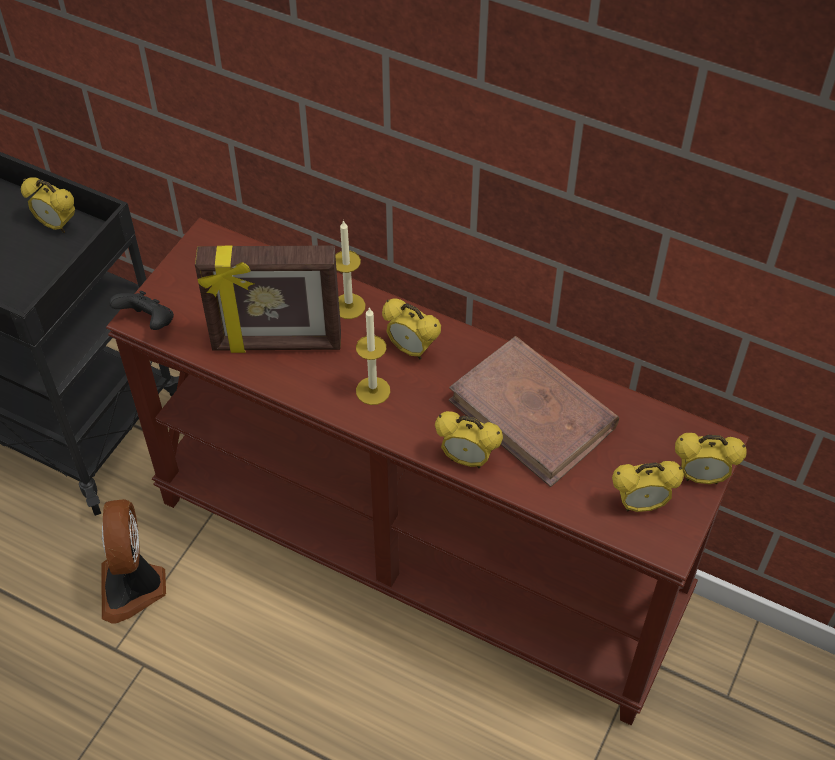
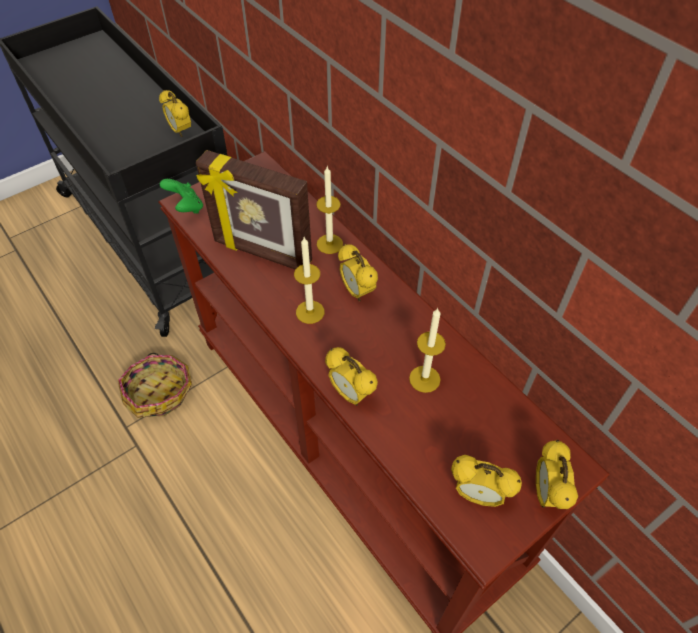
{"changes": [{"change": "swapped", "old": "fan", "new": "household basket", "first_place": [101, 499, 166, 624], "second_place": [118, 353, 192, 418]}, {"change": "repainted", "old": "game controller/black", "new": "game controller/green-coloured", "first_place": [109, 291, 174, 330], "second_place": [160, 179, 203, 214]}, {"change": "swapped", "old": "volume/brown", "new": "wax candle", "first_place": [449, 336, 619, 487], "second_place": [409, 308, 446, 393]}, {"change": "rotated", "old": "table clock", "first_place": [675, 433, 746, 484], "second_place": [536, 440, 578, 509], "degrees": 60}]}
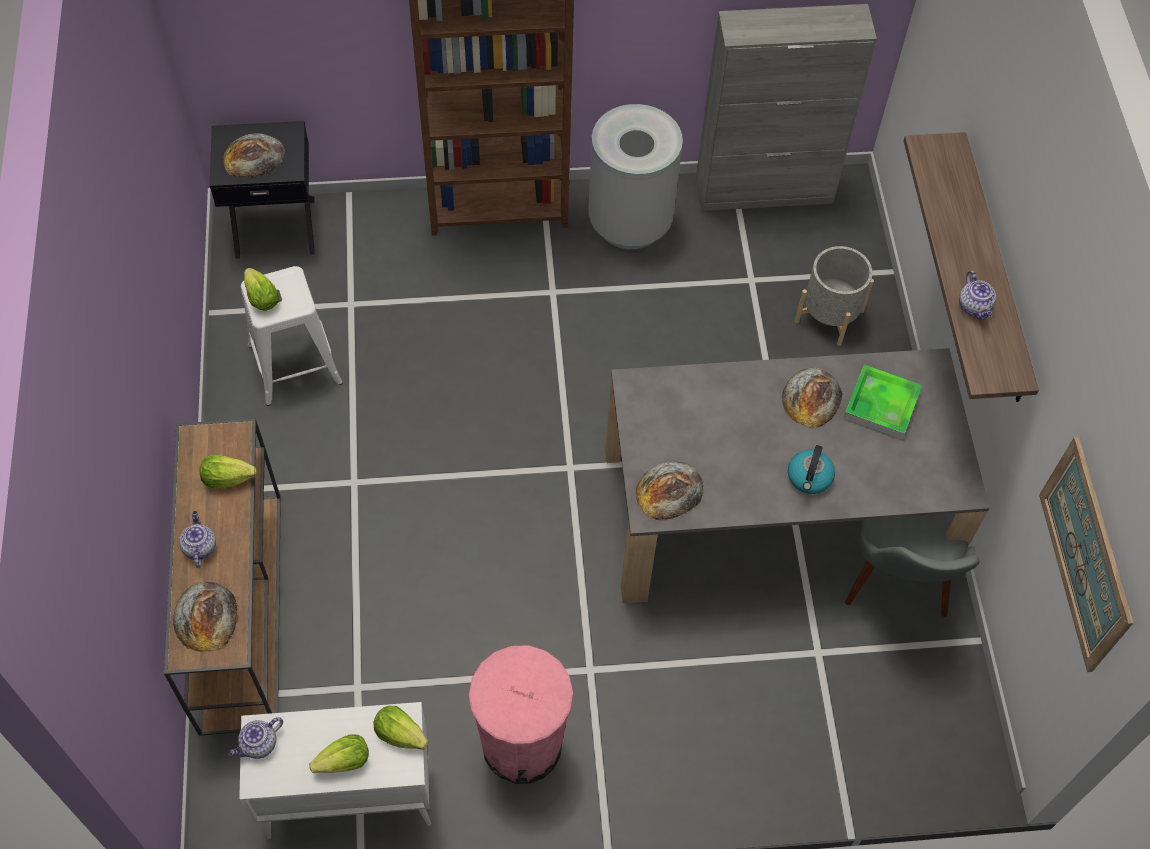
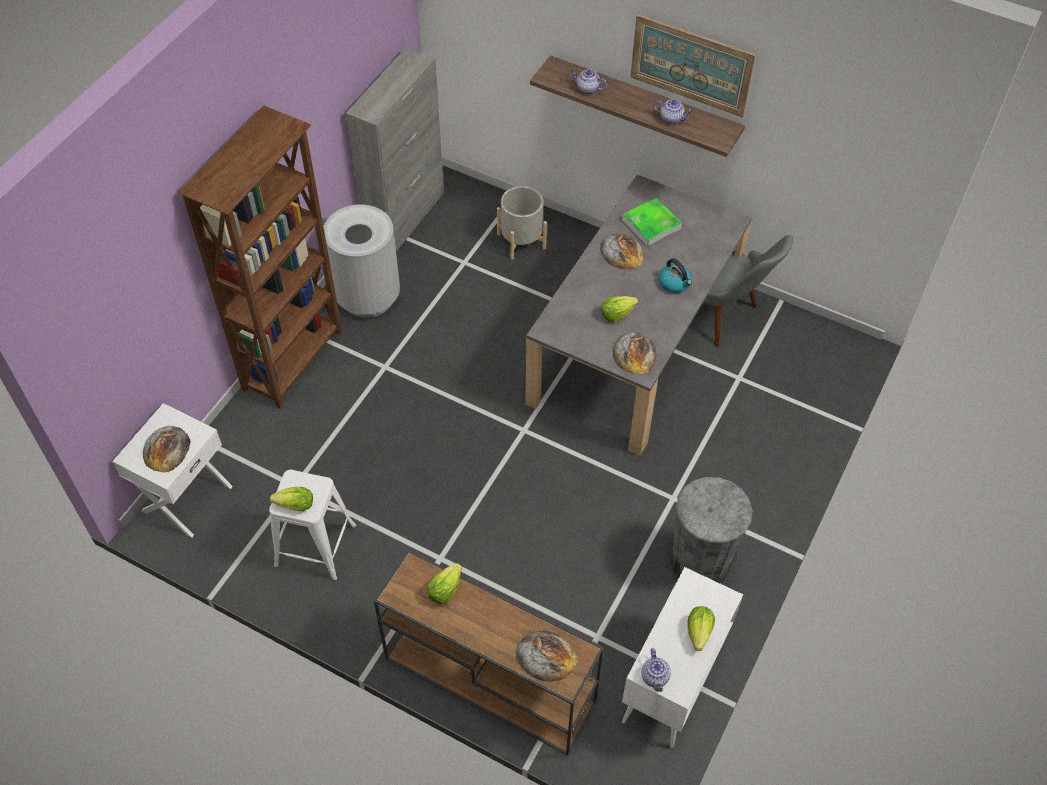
{"changes": [{"change": "repainted", "old": "bedside table/black", "new": "bedside table/whitish", "first_place": [209, 121, 314, 259], "second_place": [112, 403, 233, 538]}, {"change": "shifted", "old": "teapot", "first_place": [179, 511, 216, 568], "second_place": [571, 69, 607, 95]}, {"change": "shifted", "old": "lettuce head", "first_place": [373, 706, 428, 750], "second_place": [601, 296, 638, 322]}, {"change": "shifted", "old": "wall picture", "first_place": [1039, 437, 1133, 672], "second_place": [630, 14, 756, 117]}, {"change": "repainted", "old": "waste bin/pink", "new": "waste bin/greyish", "first_place": [469, 645, 573, 784], "second_place": [671, 477, 753, 584]}]}
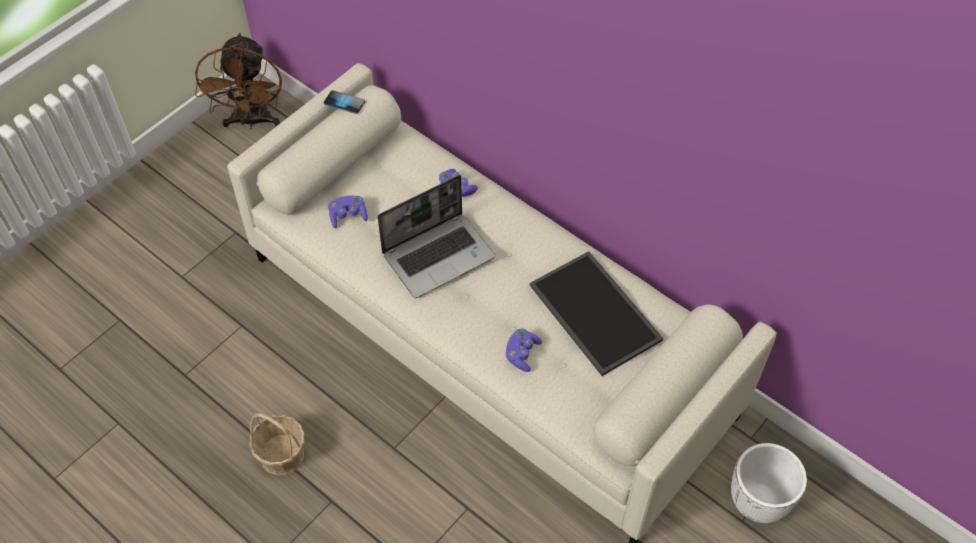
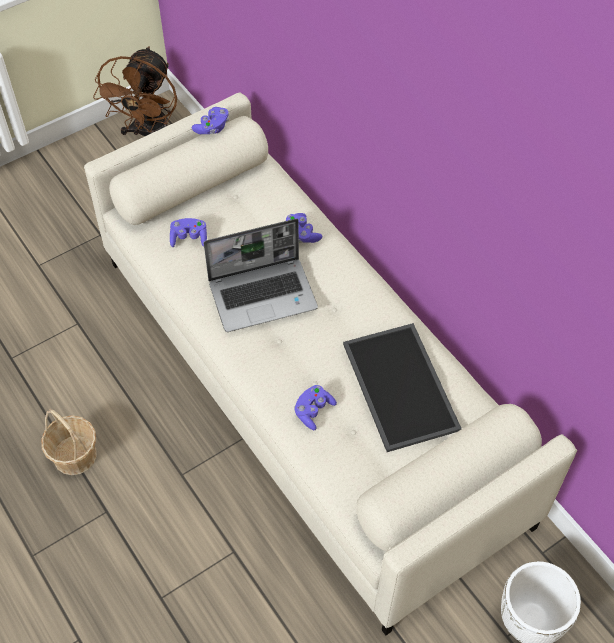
{"changes": [{"change": "swapped", "old": "phone", "new": "game controller/purplish", "first_place": [324, 90, 365, 114], "second_place": [192, 107, 229, 134]}]}
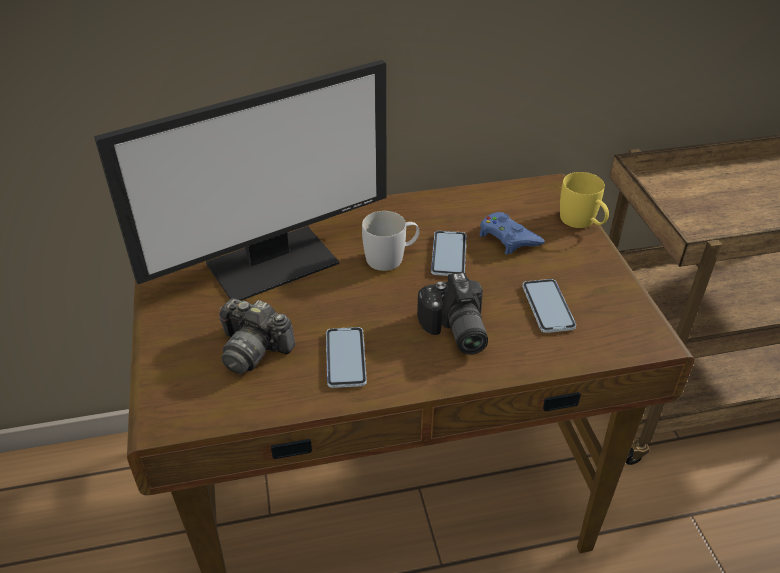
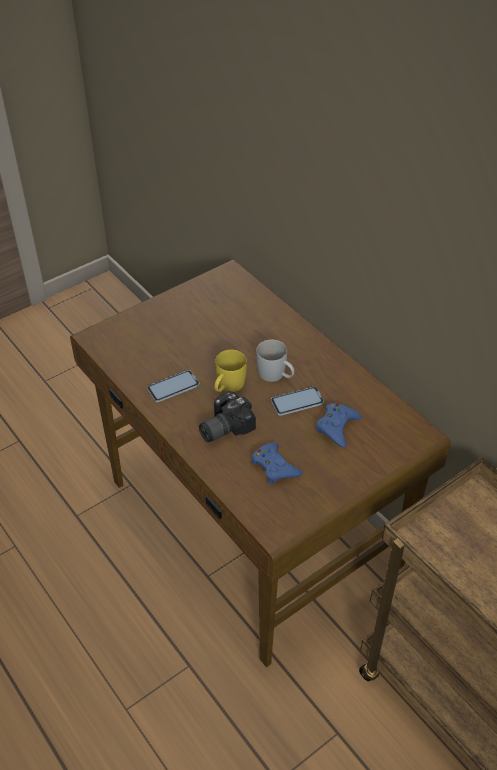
{"changes": [{"change": "shifted", "old": "tea mug/yellowish", "first_place": [560, 172, 609, 228], "second_place": [215, 350, 247, 392]}, {"change": "swapped", "old": "phone", "new": "game controller/blue-coloured", "first_place": [522, 279, 576, 333], "second_place": [252, 442, 303, 484]}, {"change": "gone", "old": "computer screen", "first_place": [94, 60, 387, 301]}, {"change": "gone", "old": "still camera", "first_place": [219, 298, 296, 374]}]}
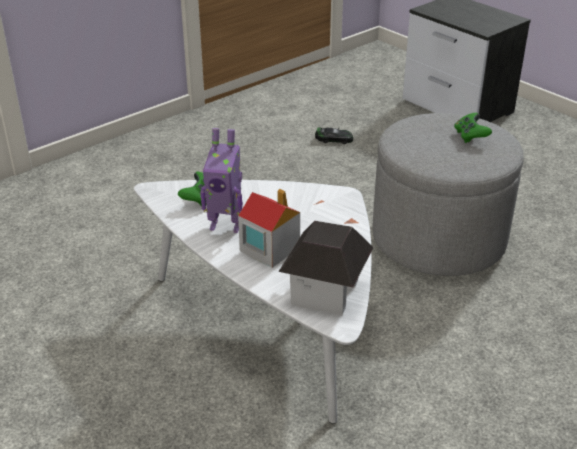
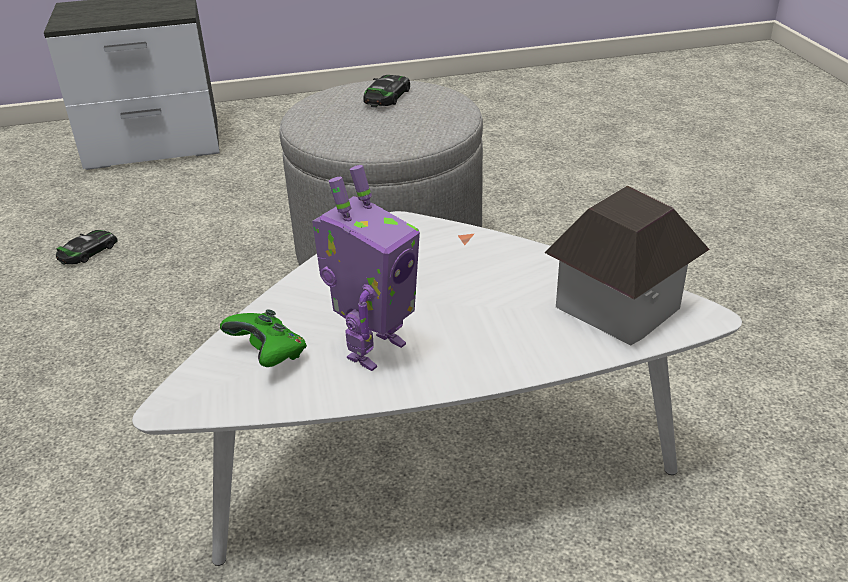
{"changes": [{"change": "swapped", "old": "game controller/green-coloured", "new": "toy car", "first_place": [454, 113, 492, 143], "second_place": [363, 75, 410, 108]}, {"change": "gone", "old": "model house", "first_place": [238, 189, 300, 268]}]}
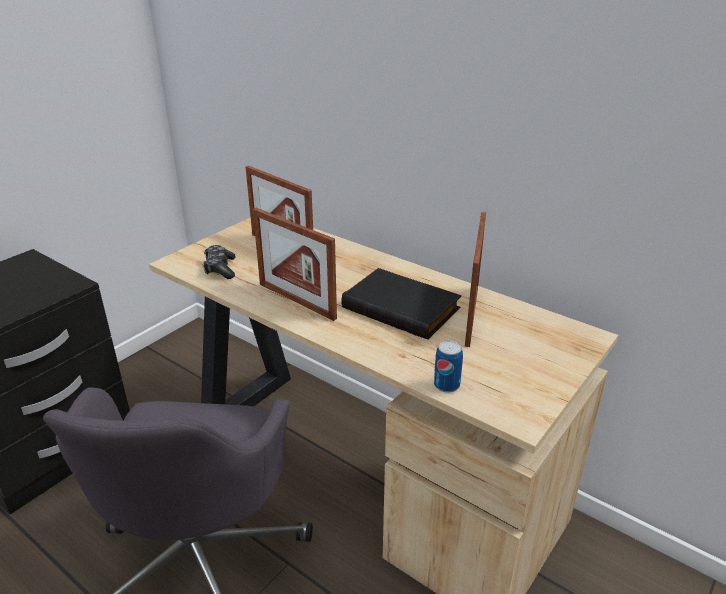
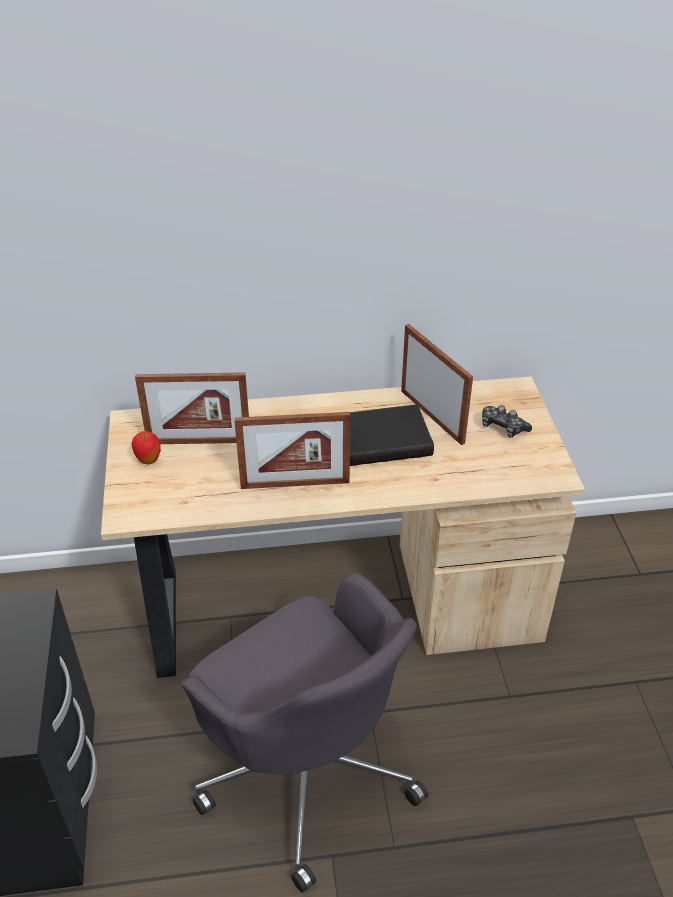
{"changes": [{"change": "new", "new": "apple fruit", "second_place": [131, 431, 161, 465]}, {"change": "shifted", "old": "game controller", "first_place": [202, 245, 236, 279], "second_place": [482, 405, 532, 438]}, {"change": "gone", "old": "can", "first_place": [434, 340, 463, 393]}]}
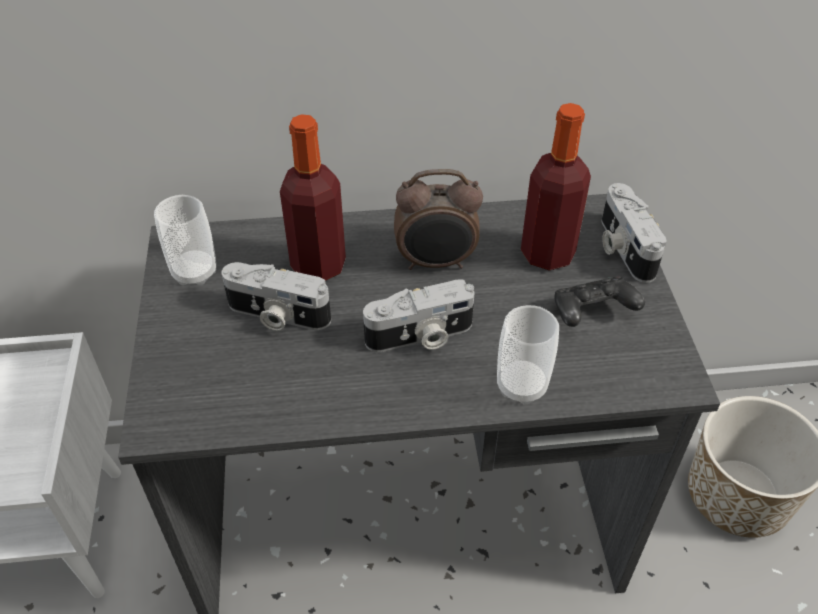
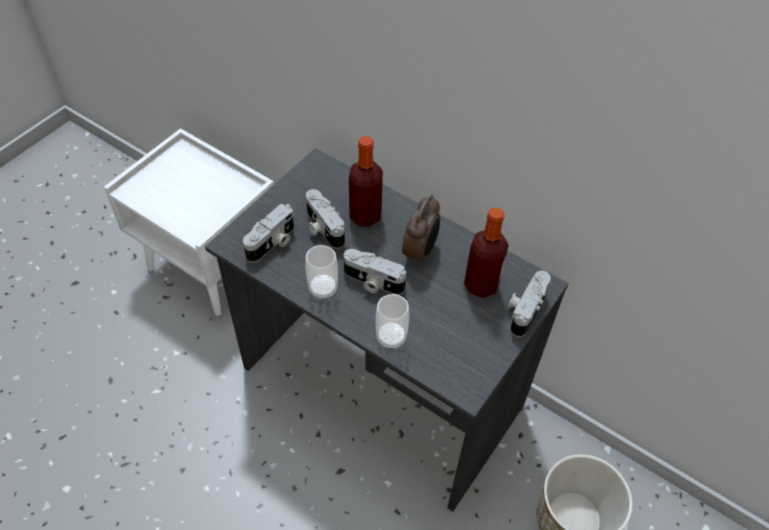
{"changes": [{"change": "new", "new": "still camera", "second_place": [243, 204, 294, 263]}, {"change": "shifted", "old": "small cup", "first_place": [154, 195, 216, 285], "second_place": [305, 245, 338, 299]}, {"change": "rotated", "old": "table clock", "first_place": [394, 169, 483, 270], "second_place": [402, 195, 440, 266], "degrees": -105}, {"change": "gone", "old": "game controller/black", "first_place": [554, 276, 645, 327]}]}
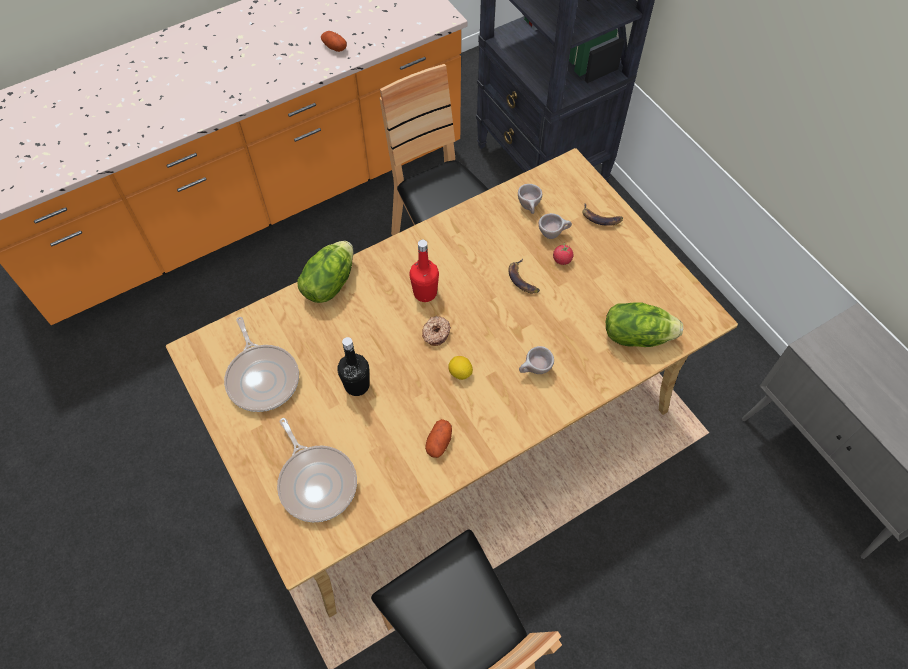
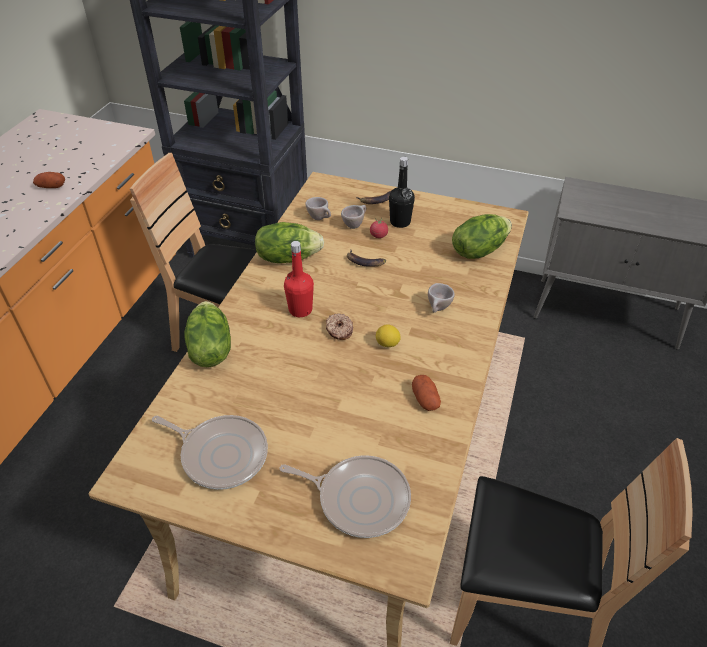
{"changes": [{"change": "new", "new": "lettuce head", "second_place": [255, 222, 324, 263]}, {"change": "shifted", "old": "drink bottle/black", "first_place": [338, 337, 370, 396], "second_place": [389, 157, 415, 228]}]}
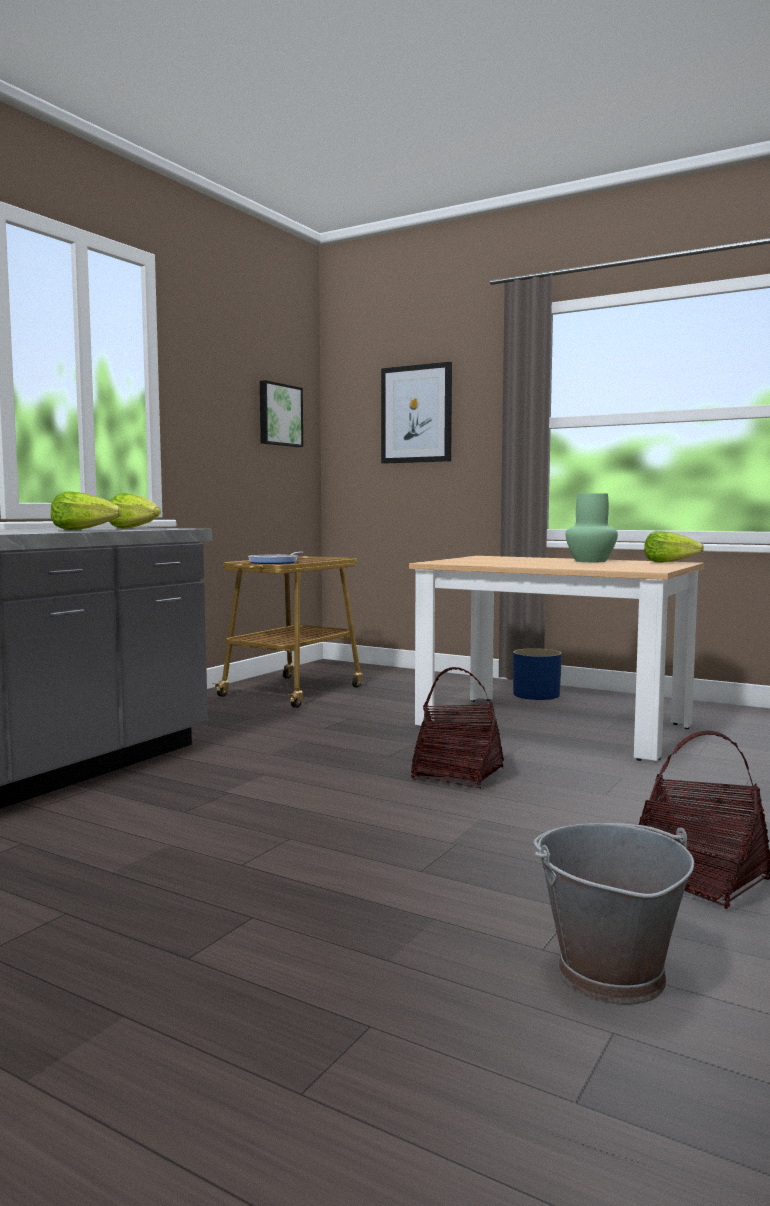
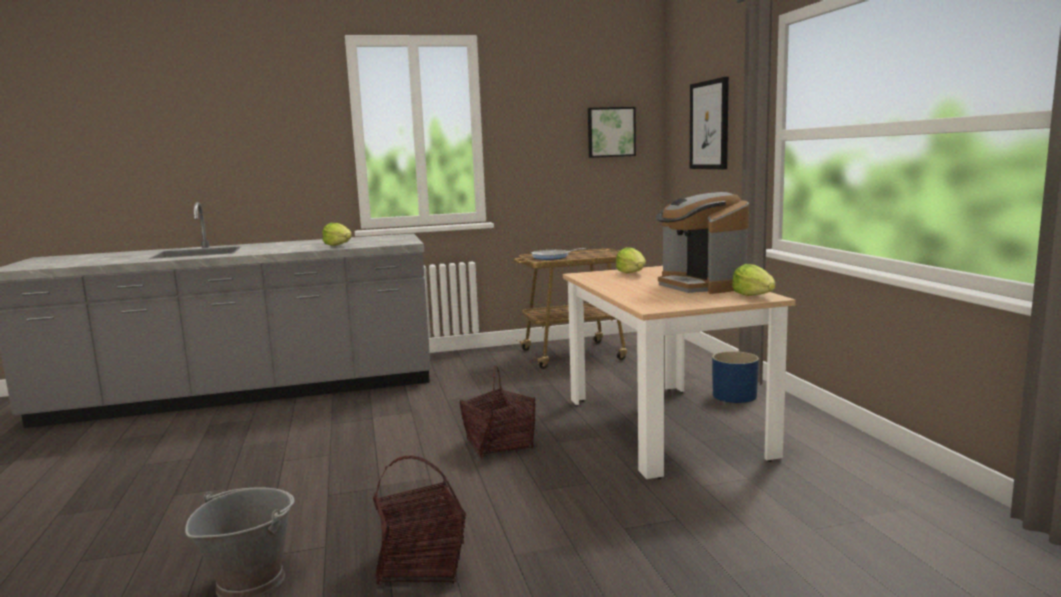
{"changes": [{"change": "shifted", "old": "lettuce head", "first_place": [109, 493, 161, 529], "second_place": [616, 247, 646, 273]}, {"change": "swapped", "old": "flower vase/green-coloured", "new": "coffee maker", "first_place": [566, 493, 618, 562], "second_place": [656, 192, 749, 294]}]}
